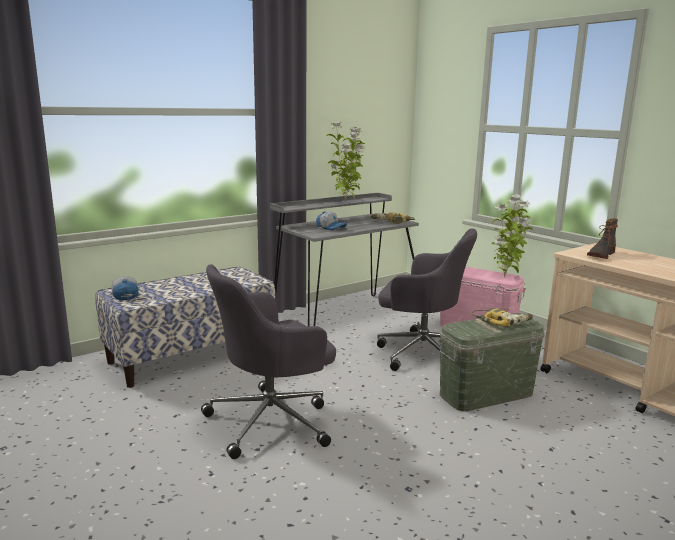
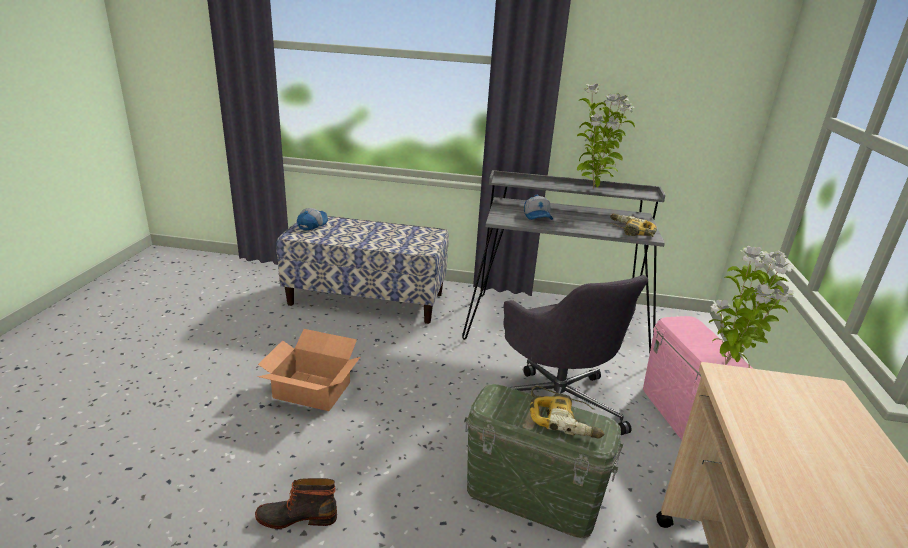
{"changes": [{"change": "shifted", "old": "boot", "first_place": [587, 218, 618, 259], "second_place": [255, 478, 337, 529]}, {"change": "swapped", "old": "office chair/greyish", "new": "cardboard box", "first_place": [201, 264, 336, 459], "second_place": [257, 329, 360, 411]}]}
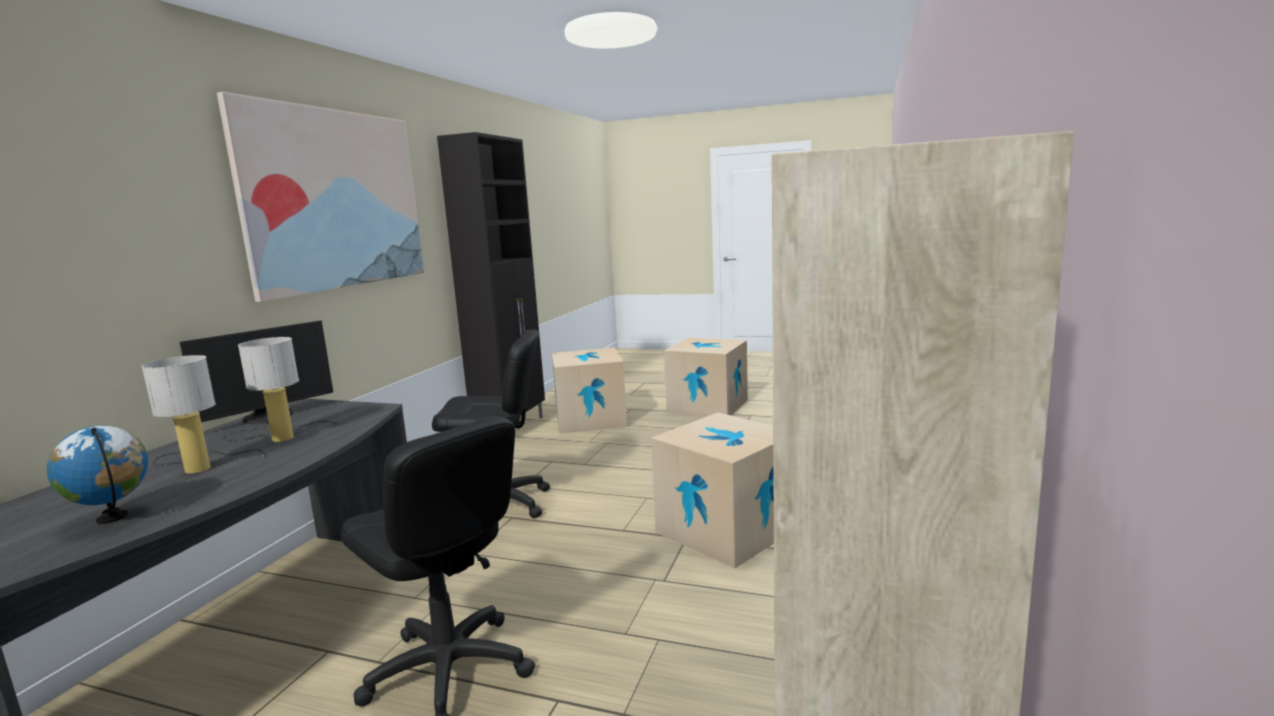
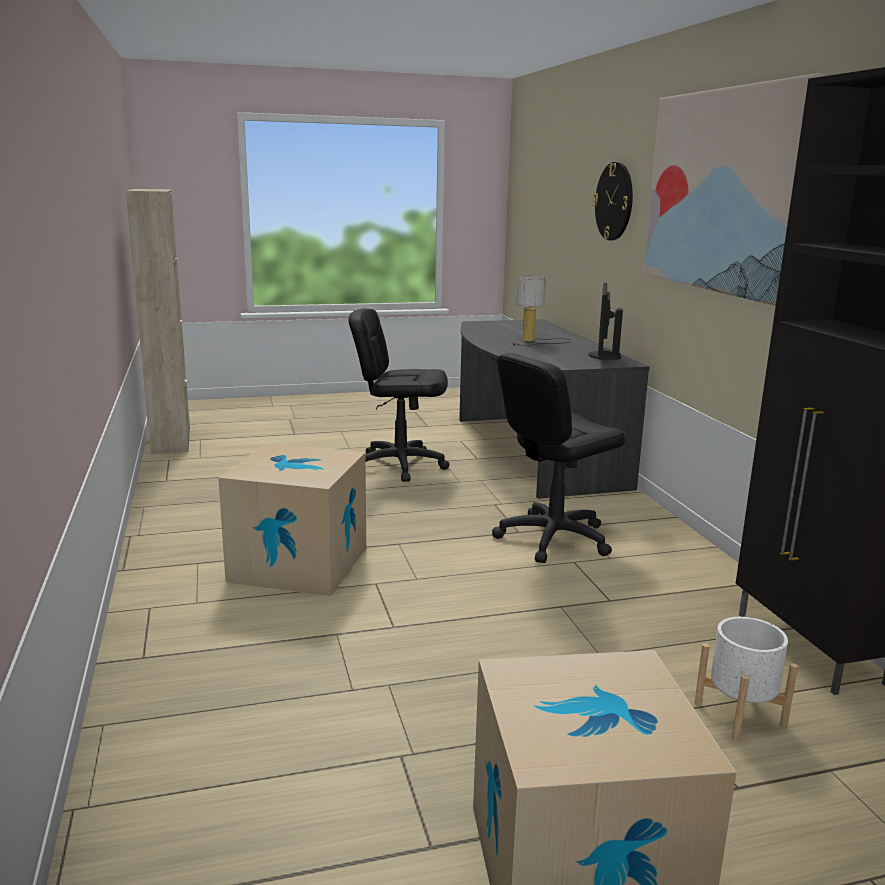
{"changes": [{"change": "new", "new": "clock on the wall", "second_place": [593, 162, 633, 240]}, {"change": "swapped", "old": "cardboard box", "new": "flower pot/whitish", "first_place": [552, 348, 627, 434], "second_place": [694, 617, 798, 741]}, {"change": "gone", "old": "globe", "first_place": [47, 426, 148, 524]}, {"change": "gone", "old": "table lamp", "first_place": [224, 337, 338, 442]}]}
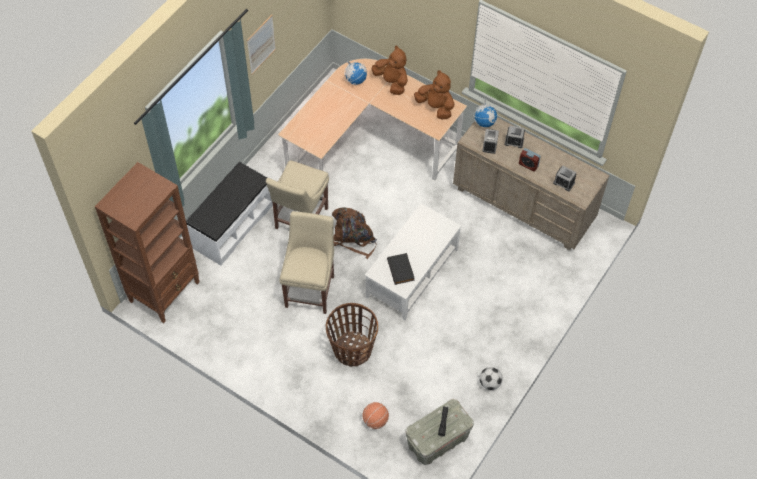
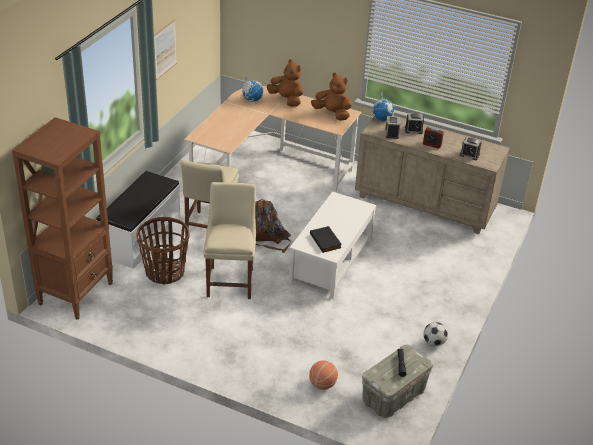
{"changes": [{"change": "shifted", "old": "household basket", "first_place": [326, 303, 378, 367], "second_place": [136, 217, 190, 285]}]}
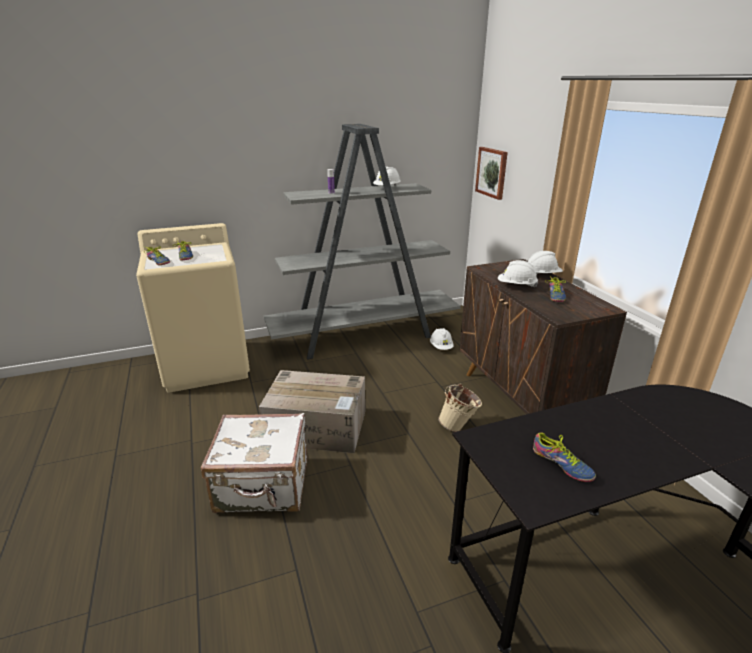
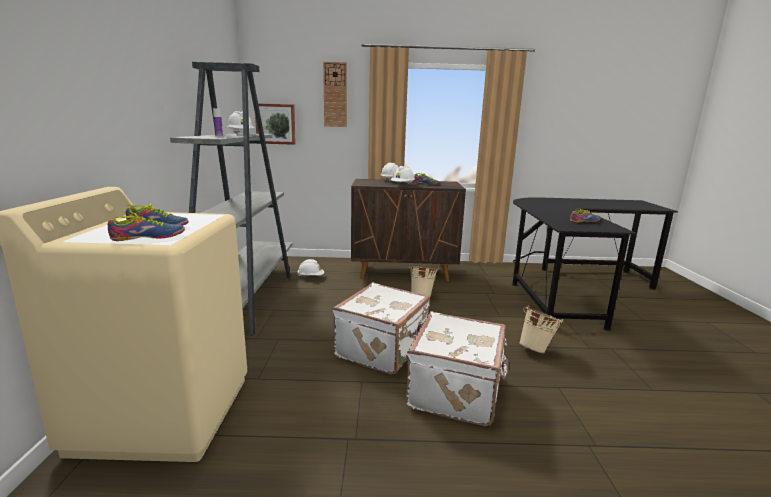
{"changes": [{"change": "new", "new": "clock on the wall", "second_place": [323, 62, 347, 127]}, {"change": "swapped", "old": "cardboard box", "new": "travel case/whitish", "first_place": [259, 370, 365, 453], "second_place": [333, 282, 430, 375]}, {"change": "new", "new": "pail/sand-coloured", "second_place": [519, 305, 563, 354]}]}
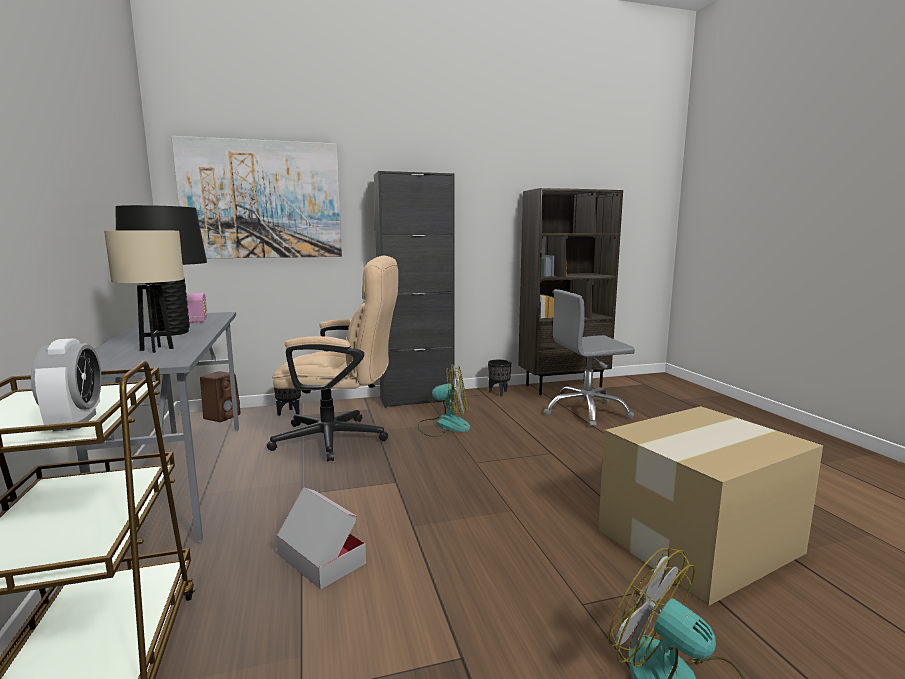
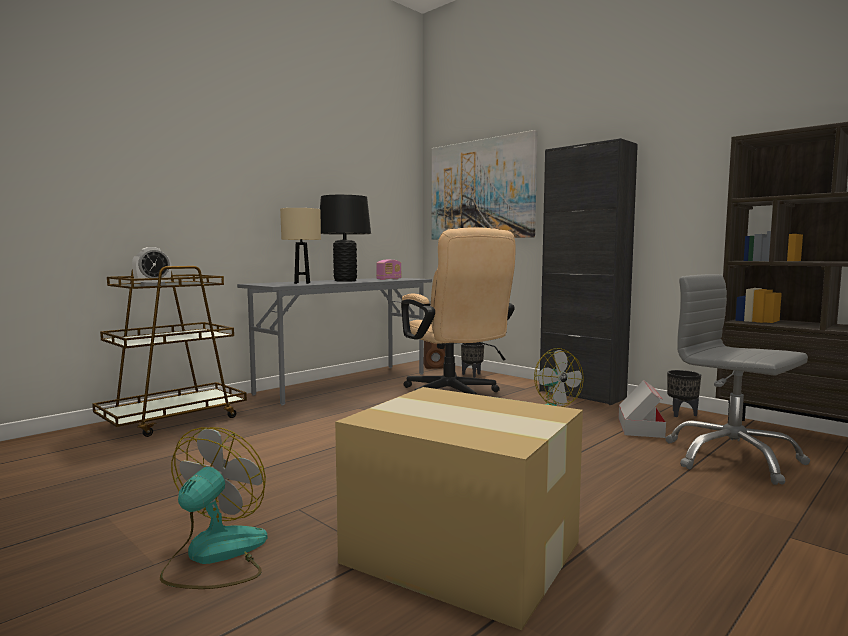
{"changes": [{"change": "shifted", "old": "cardboard box", "first_place": [276, 487, 366, 590], "second_place": [618, 380, 666, 438]}]}
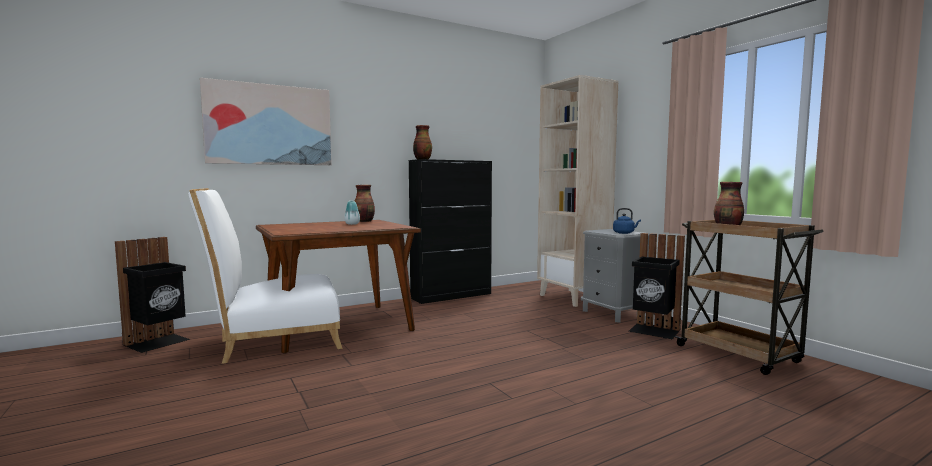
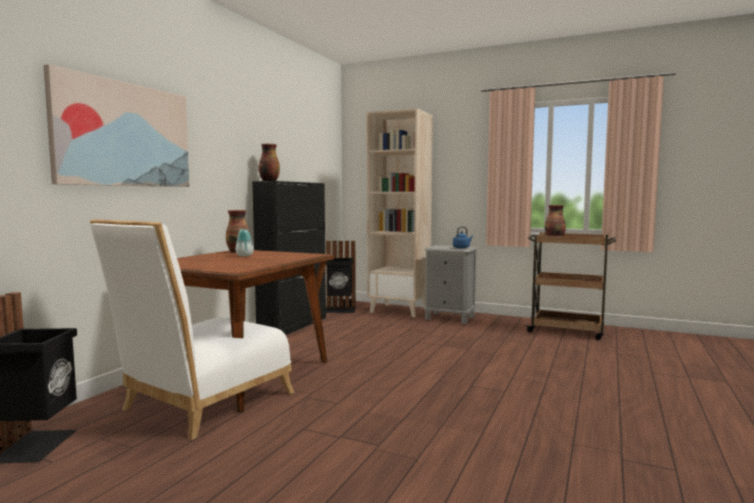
{"changes": [{"change": "shifted", "old": "waste bin/black", "first_place": [628, 233, 685, 339], "second_place": [326, 241, 356, 313]}]}
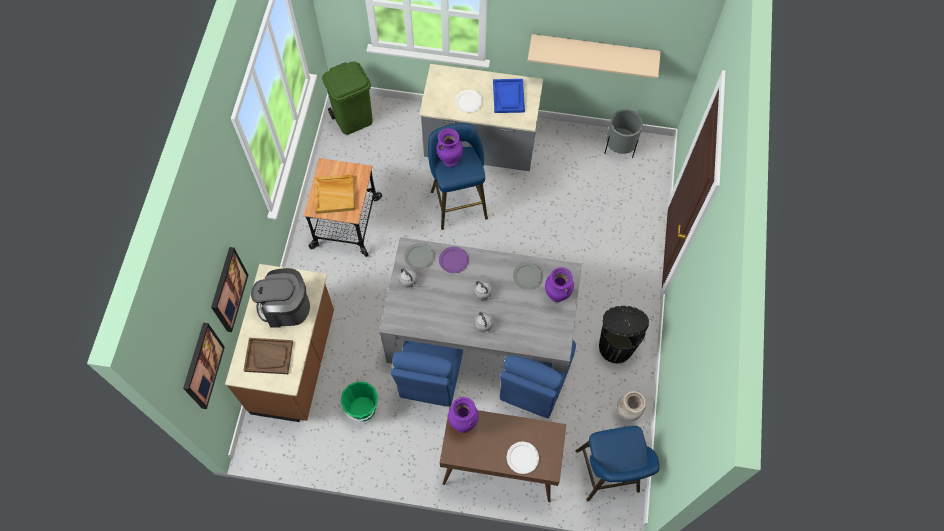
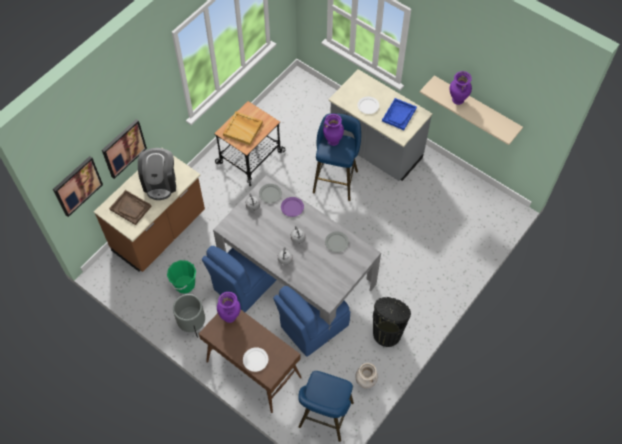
{"changes": [{"change": "rotated", "old": "coffee maker", "first_place": [251, 268, 310, 328], "second_place": [138, 148, 176, 200], "degrees": -120}, {"change": "shifted", "old": "flower pot/greyish", "first_place": [604, 109, 643, 158], "second_place": [173, 294, 205, 338]}, {"change": "shifted", "old": "flower vase/purplish", "first_place": [545, 267, 574, 302], "second_place": [449, 71, 472, 105]}, {"change": "gone", "old": "waste bin/green-coloured", "first_place": [322, 62, 373, 135]}]}
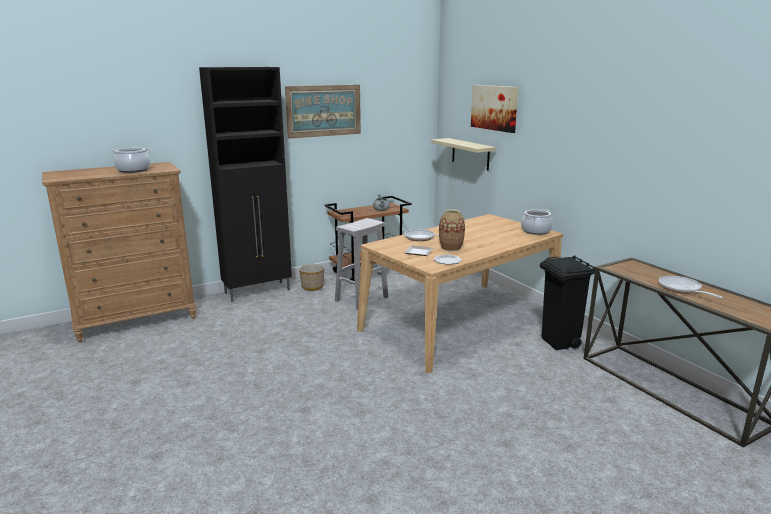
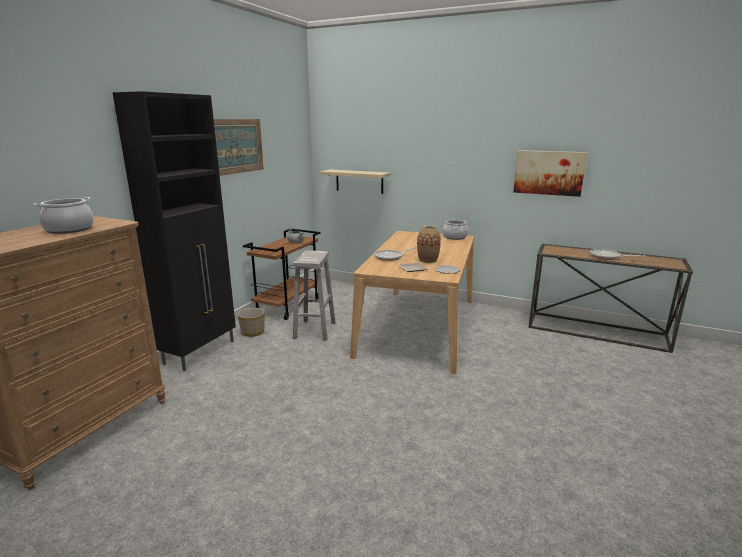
{"changes": [{"change": "shifted", "old": "wall picture", "first_place": [471, 85, 519, 133], "second_place": [513, 150, 587, 197]}, {"change": "gone", "old": "waste bin/black", "first_place": [540, 255, 595, 350]}]}
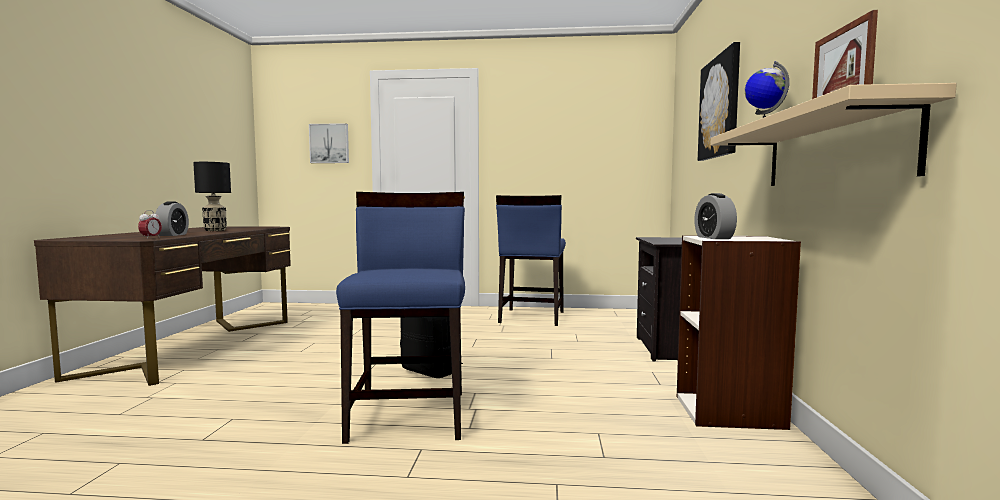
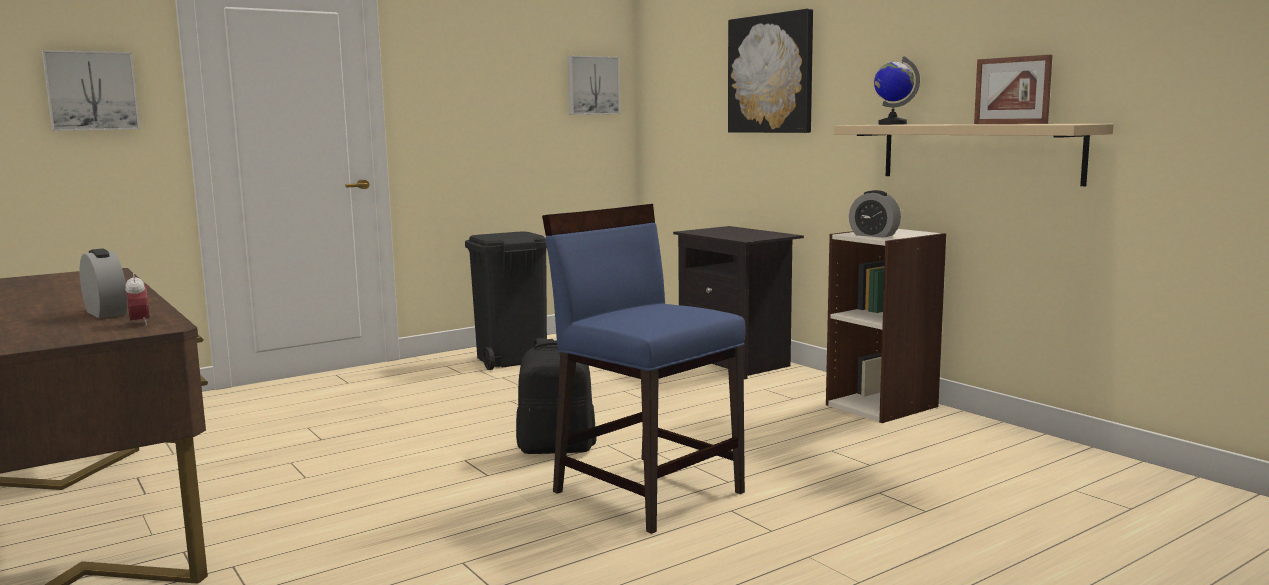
{"changes": [{"change": "swapped", "old": "chair/blue-coloured", "new": "waste bin/black", "first_place": [496, 195, 566, 326], "second_place": [465, 232, 553, 370]}, {"change": "new", "new": "wall picture", "second_place": [568, 56, 620, 115]}, {"change": "gone", "old": "table lamp/black", "first_place": [193, 162, 231, 231]}]}
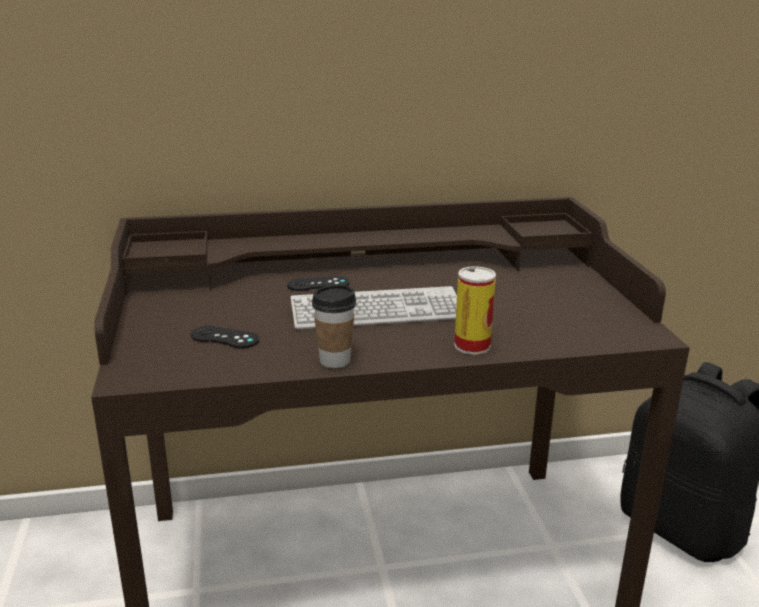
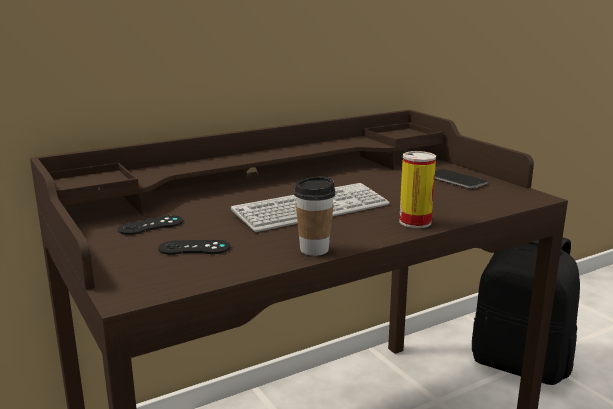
{"changes": [{"change": "shifted", "old": "game controller/black", "first_place": [287, 276, 350, 291], "second_place": [118, 215, 183, 235]}, {"change": "new", "new": "phone", "second_place": [435, 169, 487, 189]}]}
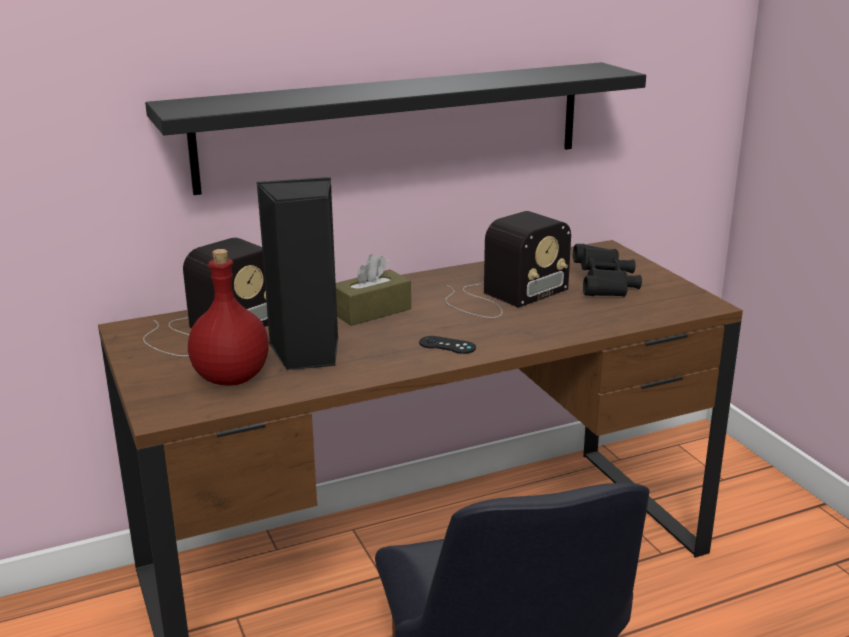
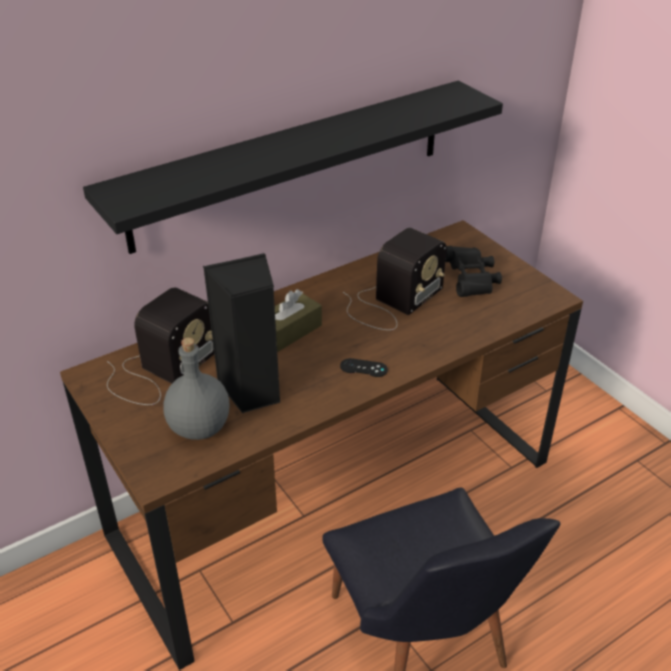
{"changes": [{"change": "repainted", "old": "drink bottle/red", "new": "drink bottle/greyish", "first_place": [188, 249, 269, 386], "second_place": [163, 338, 230, 440]}]}
